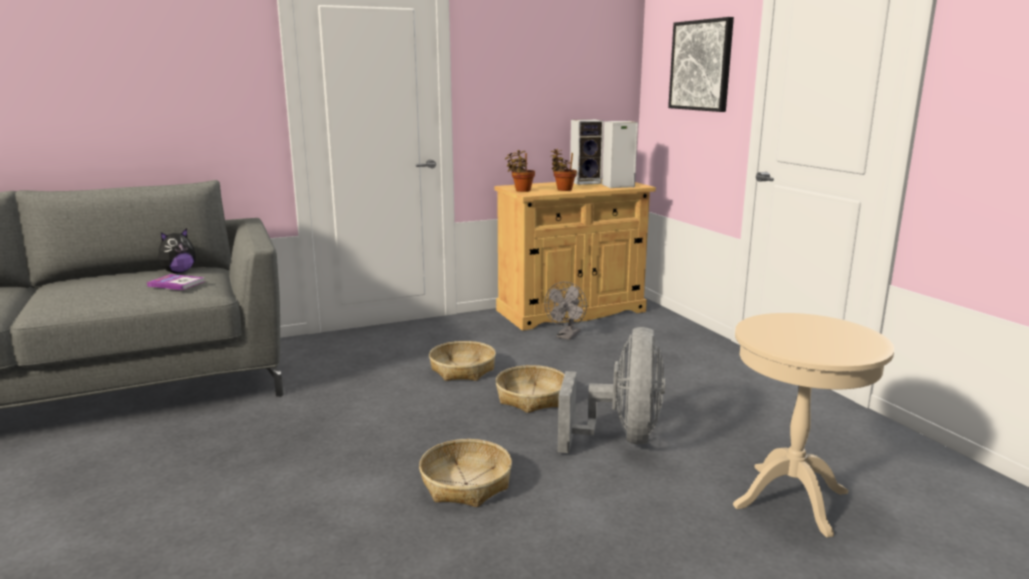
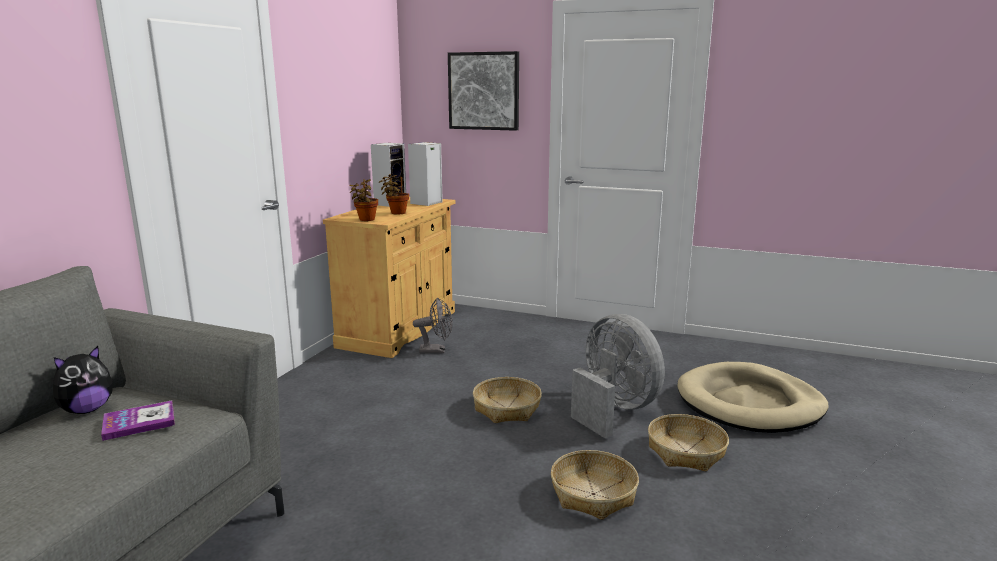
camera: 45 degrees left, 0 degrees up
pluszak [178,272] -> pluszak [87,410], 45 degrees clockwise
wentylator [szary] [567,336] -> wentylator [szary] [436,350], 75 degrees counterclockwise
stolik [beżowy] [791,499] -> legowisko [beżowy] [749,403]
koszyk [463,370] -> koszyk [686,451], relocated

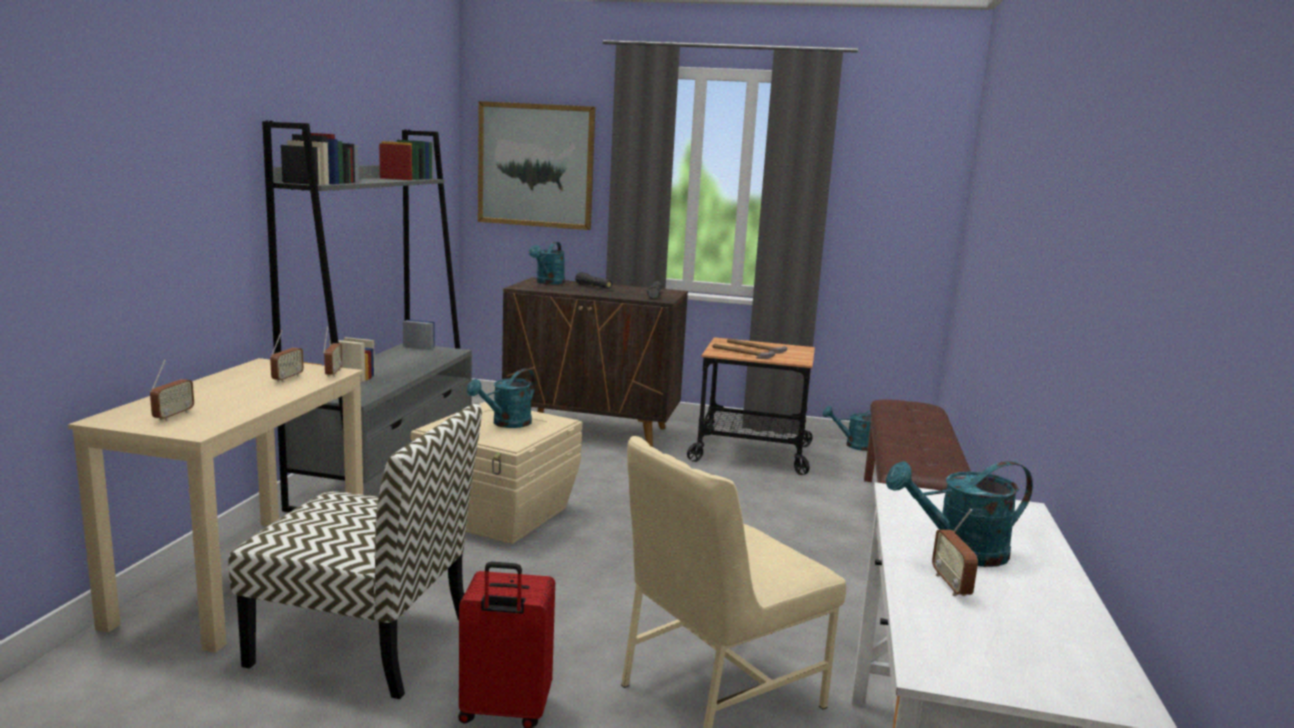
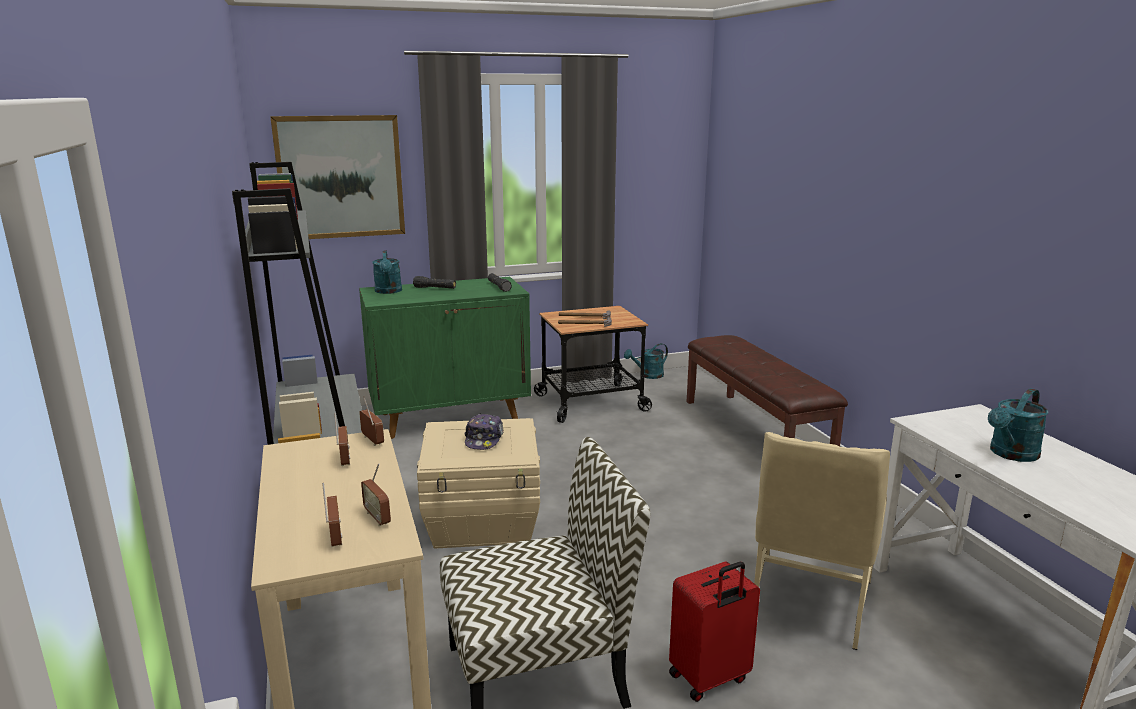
camera: 30 degrees left, 5 degrees up
szafka [brązowy] [593,430] -> szafka [zielony] [451,417]
konewka [turkusowy] [506,424] -> czapka z daszkiem [484,439]
radio [951,585] -> radio [377,518], relocated

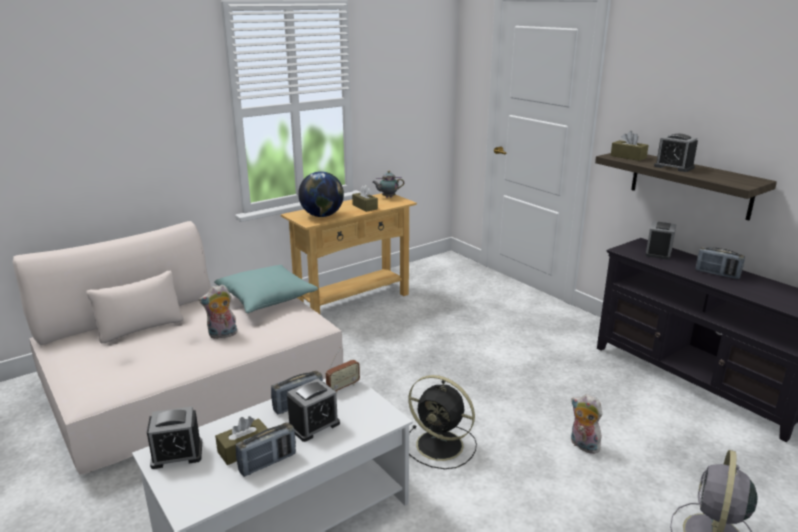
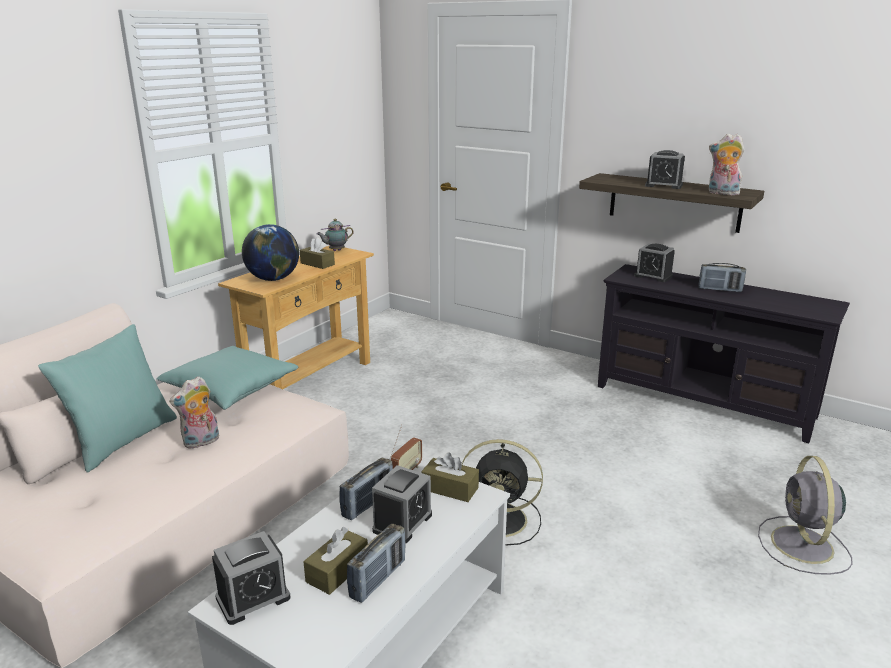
camera: 20 degrees left, 0 degrees up
pudełko chusteczek [brązowy] [628,157] -> pudełko chusteczek [brązowy] [450,488], relocated
budzik [658,252] -> budzik [653,276], 120 degrees clockwise
pluszak [582,445] -> pluszak [722,193], relocated
none -> poduszka [turkusowy] [122,440]

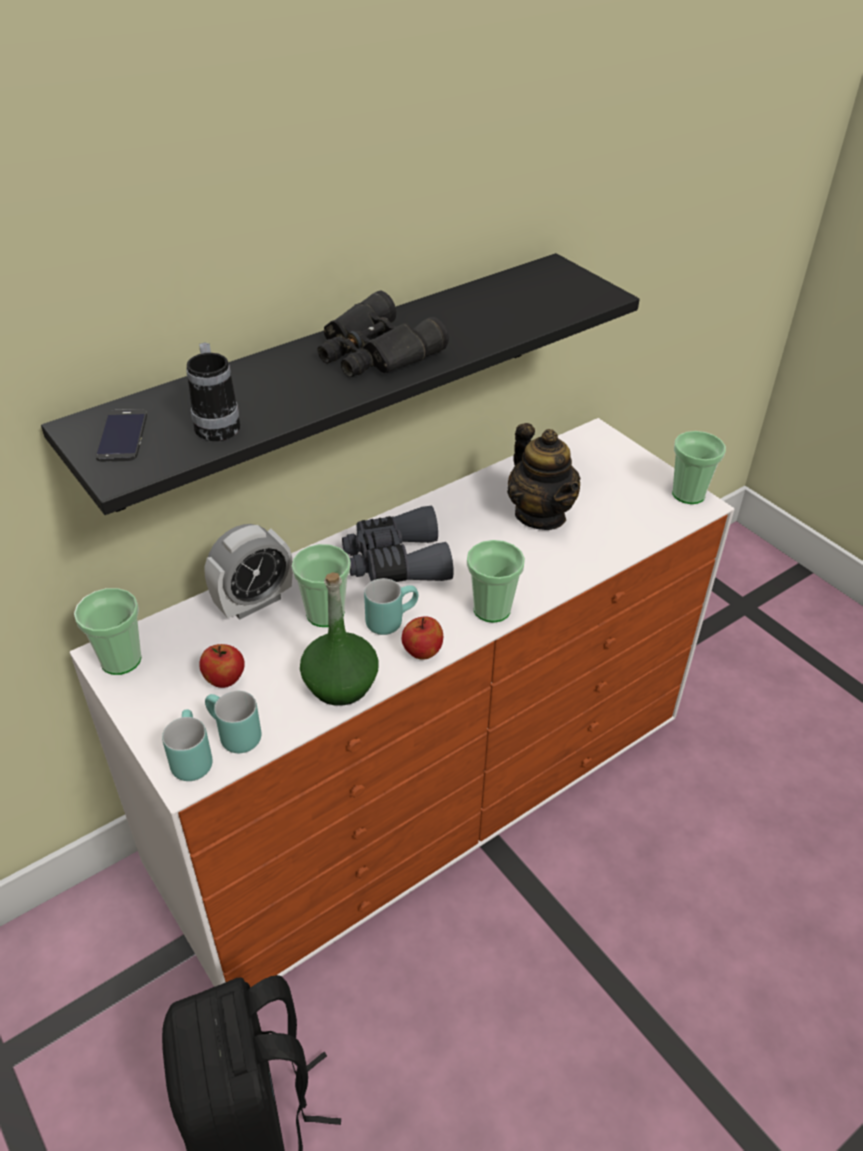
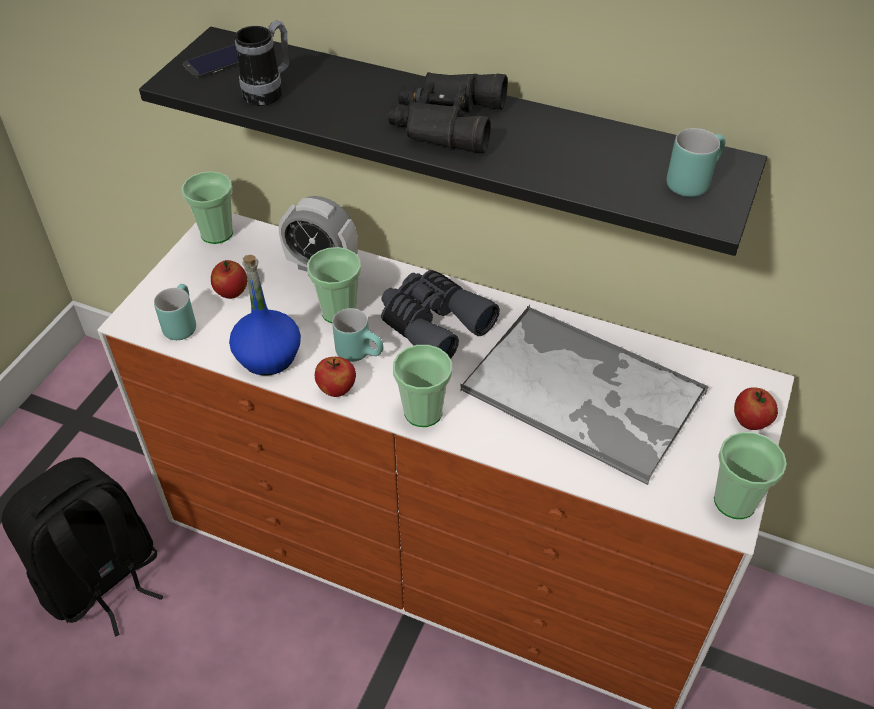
camera: 60 degrees right, 5 degrees up
imbryk [540,515] -> taca [584,393]
butelka [zielony] [340,684] -> butelka [niebieski] [268,356]
kubek [turkusowy] [189,758] -> kubek [turkusowy] [691,180], relocated
none -> jabłko [750,422]

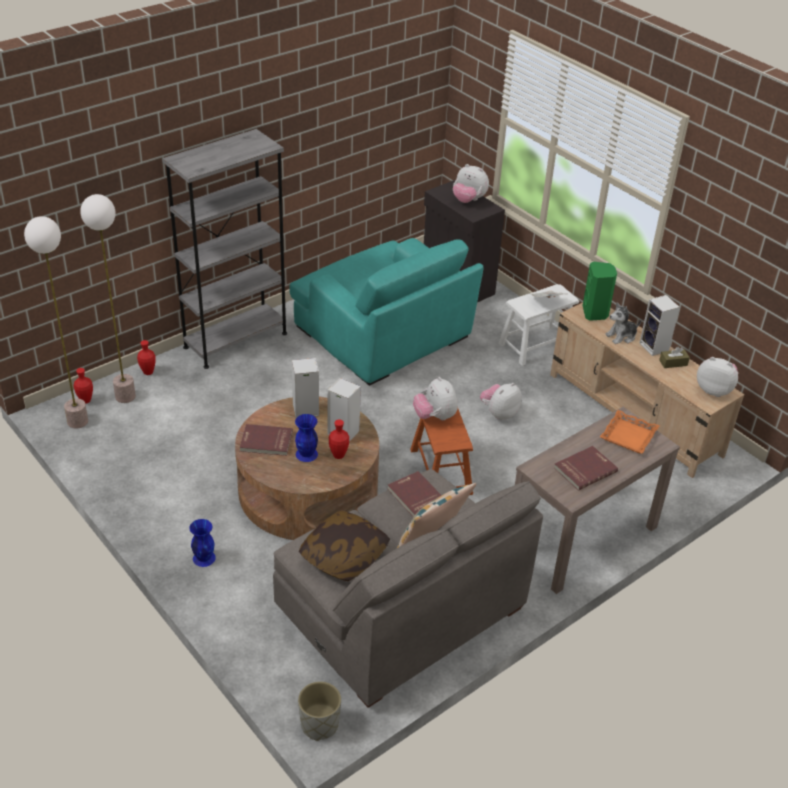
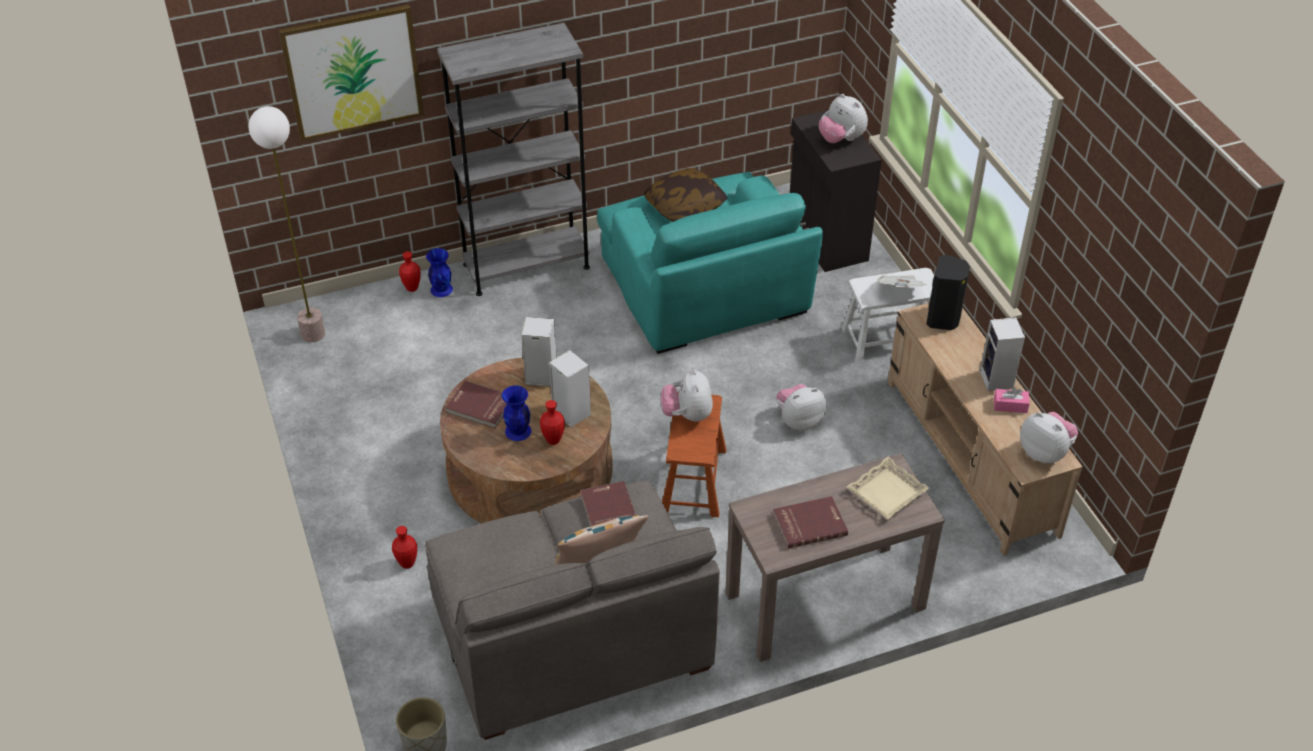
camera: 20 degrees right, 5 degrees up
lampa stojąca [125,396] -> none
głośnik [zielony] [595,313] -> głośnik [czarny] [943,319]
pluszak [621,336] -> none
pudełko chusteczek [brązowy] [673,363] -> pudełko chusteczek [różowy] [1010,405]
wazon [czerwony] [85,400] -> wazon [czerwony] [407,563], relocated
taca [pomarańczowy] [629,436] -> taca [beżowy] [887,493]
poduszka [344,556] -> poduszka [685,207], relocated
wazon [niebieski] [203,558] -> wazon [niebieski] [441,289], relocated
none -> obraz [353,72]

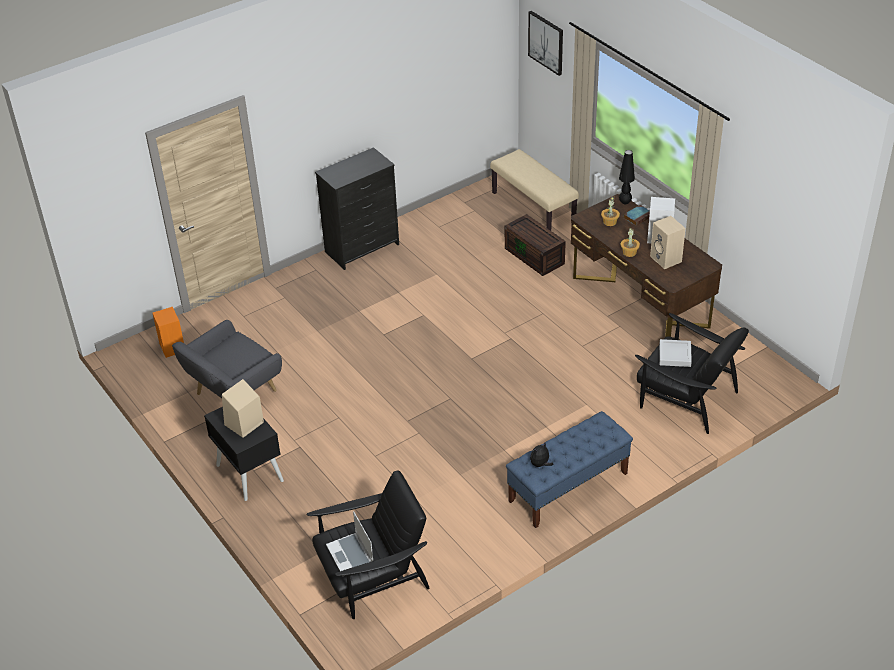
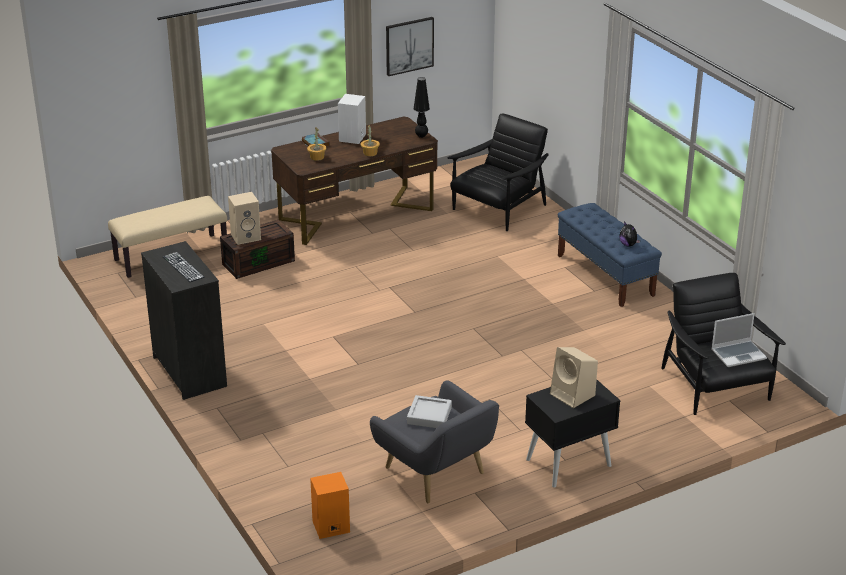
camera: 85 degrees left, 10 degrees down
obraz [546,42] -> obraz [409,45], relocated
lampa stołowa [czarny] [625,202] -> lampa stołowa [czarny] [421,136], relocated
głośnik [beżowy] [666,259] -> głośnik [beżowy] [246,236], relocated
taca [szary] [675,355] -> taca [szary] [429,415], relocated
none -> klawiatura [183,267]

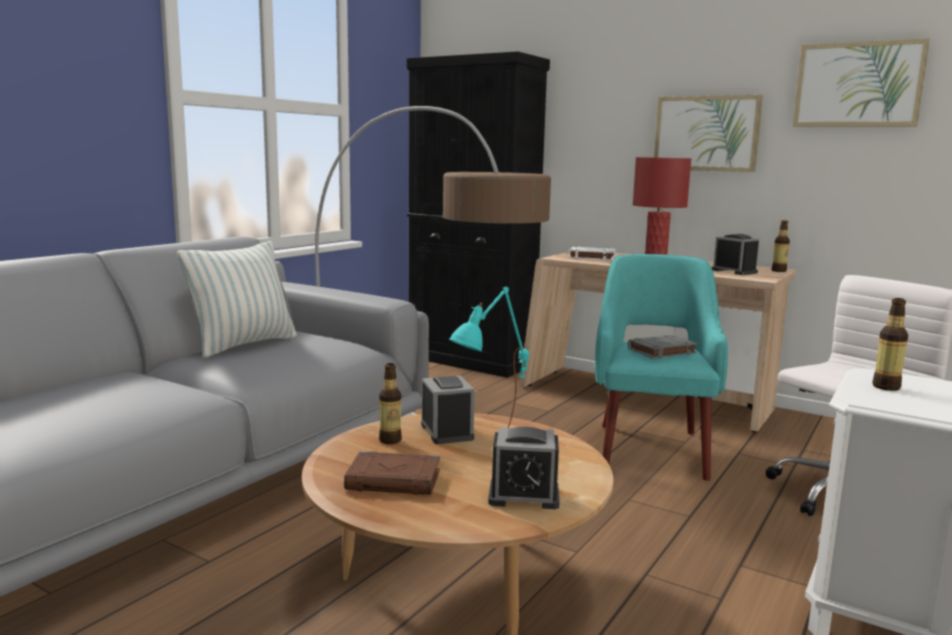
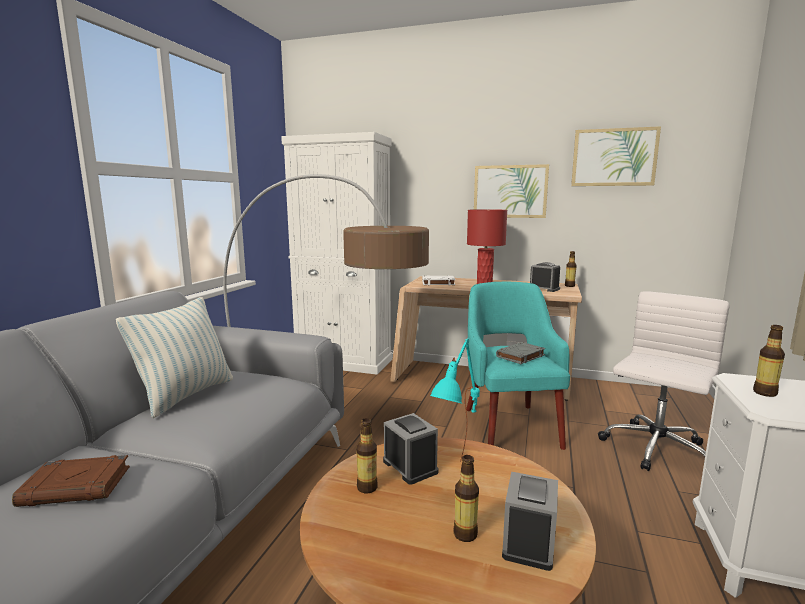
camera: 15 degrees left, 0 degrees up
szafka [czarny] [471,360] -> szafka [biały] [344,362]
budzik [523,496] -> budzik [529,541], 60 degrees counterclockwise
książka [brązowy] [394,480] -> książka [brązowy] [77,486], relocated
none -> butelka [465,534]

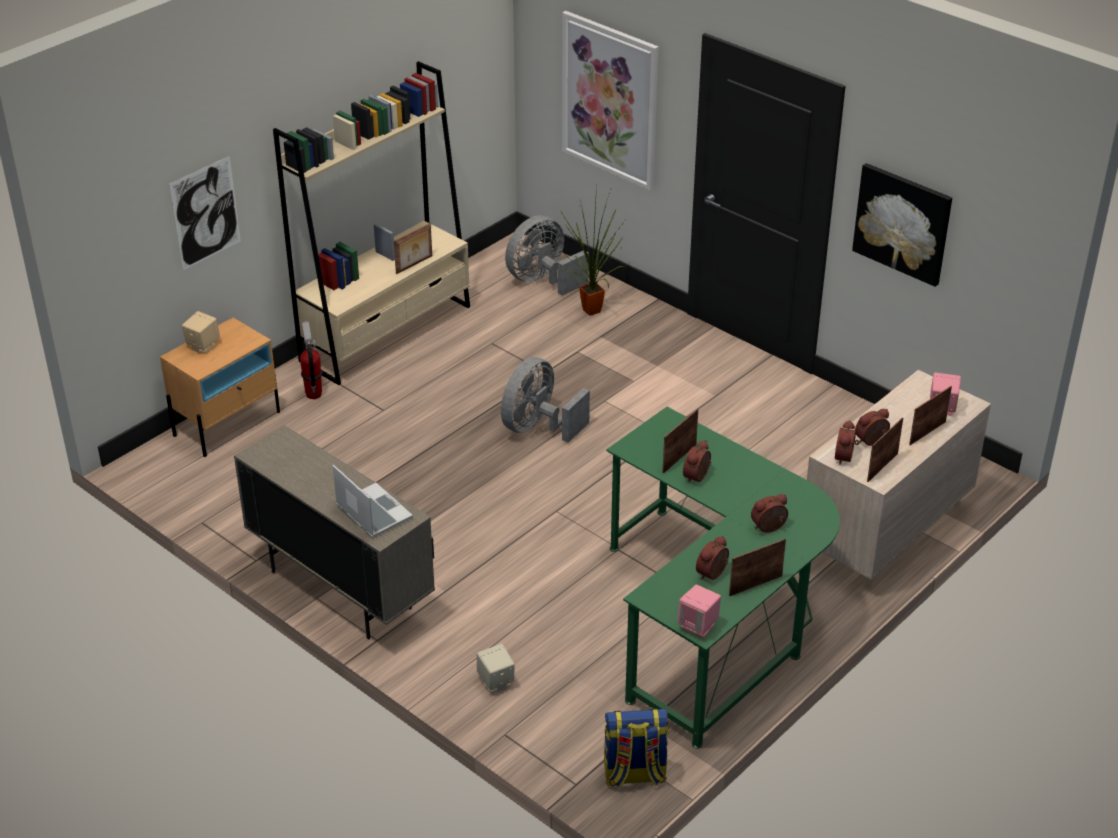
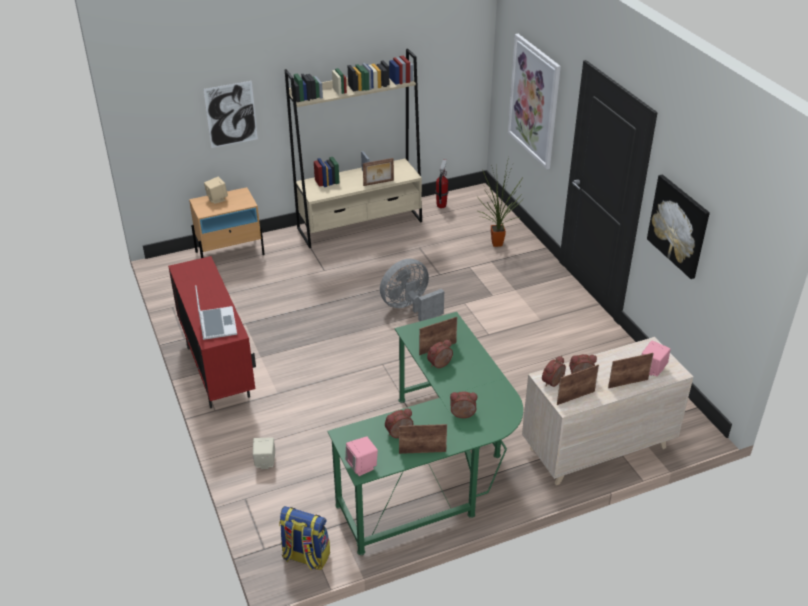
camera: 25 degrees right, 0 degrees up
wentylator [szary] [543,280] -> none
gaśnica [313,394] -> gaśnica [441,205], relocated
szafka [beżowy] [340,590] -> szafka [czerwony] [217,372]

